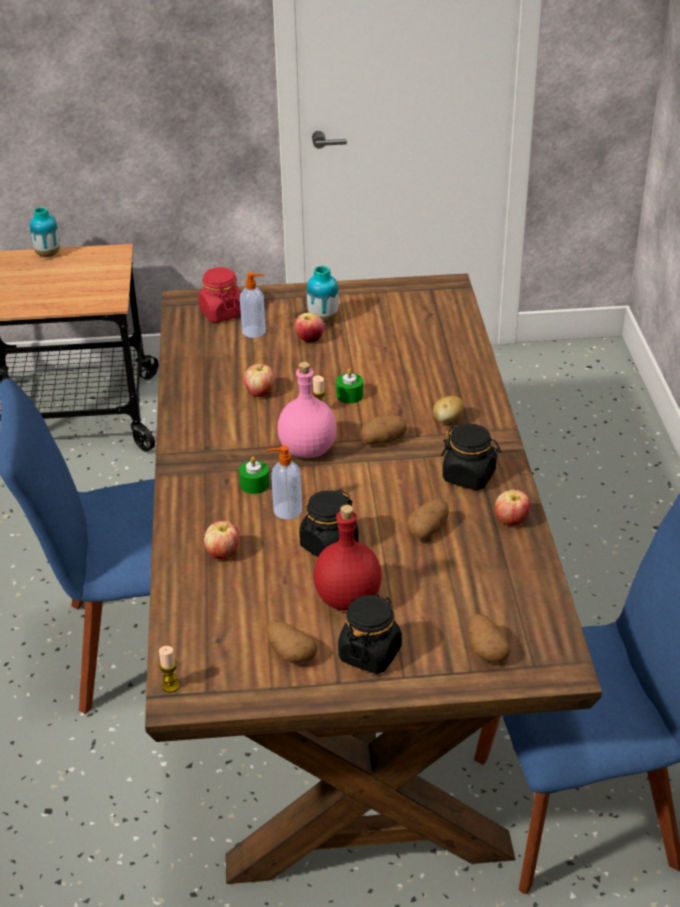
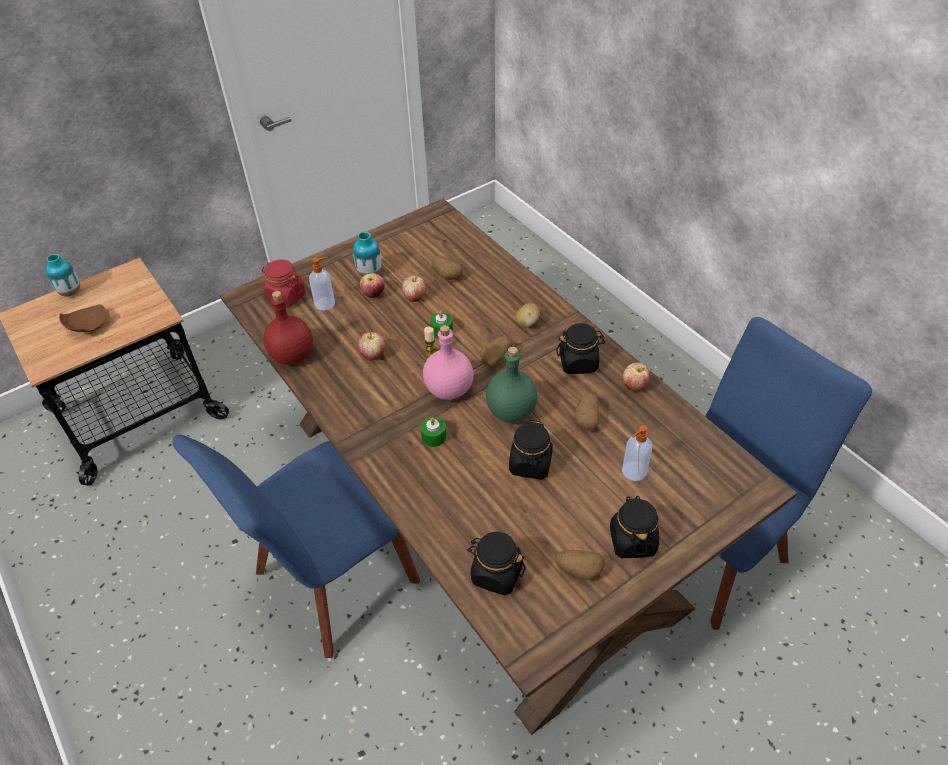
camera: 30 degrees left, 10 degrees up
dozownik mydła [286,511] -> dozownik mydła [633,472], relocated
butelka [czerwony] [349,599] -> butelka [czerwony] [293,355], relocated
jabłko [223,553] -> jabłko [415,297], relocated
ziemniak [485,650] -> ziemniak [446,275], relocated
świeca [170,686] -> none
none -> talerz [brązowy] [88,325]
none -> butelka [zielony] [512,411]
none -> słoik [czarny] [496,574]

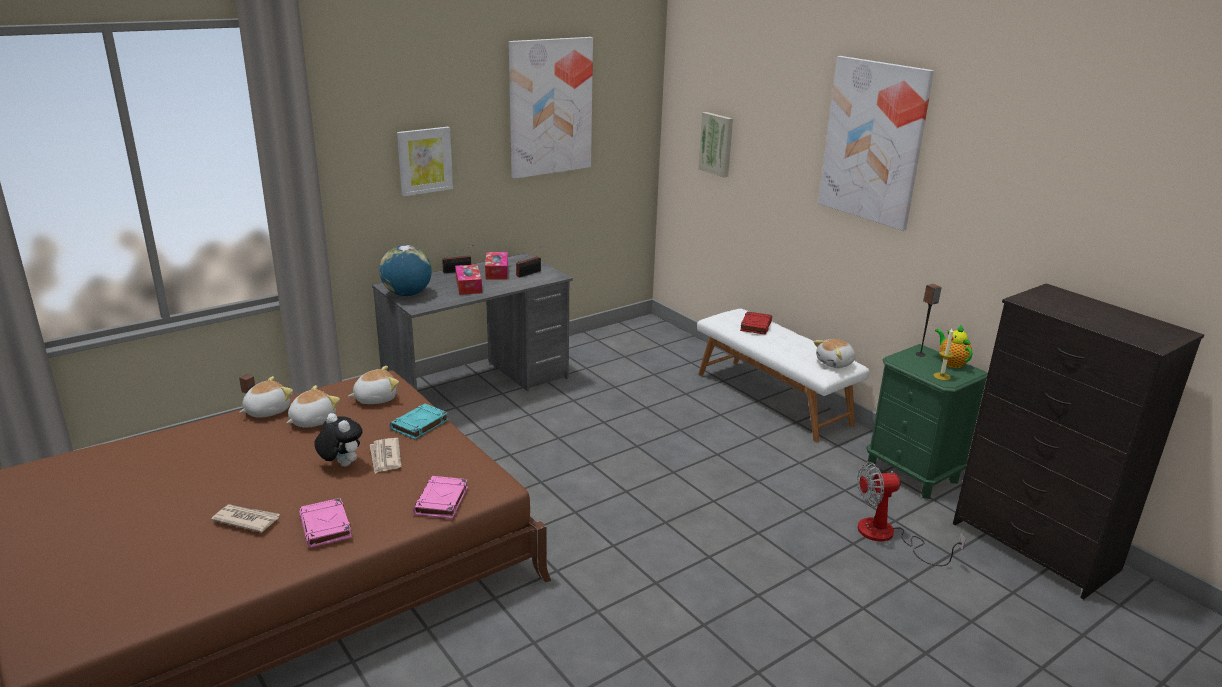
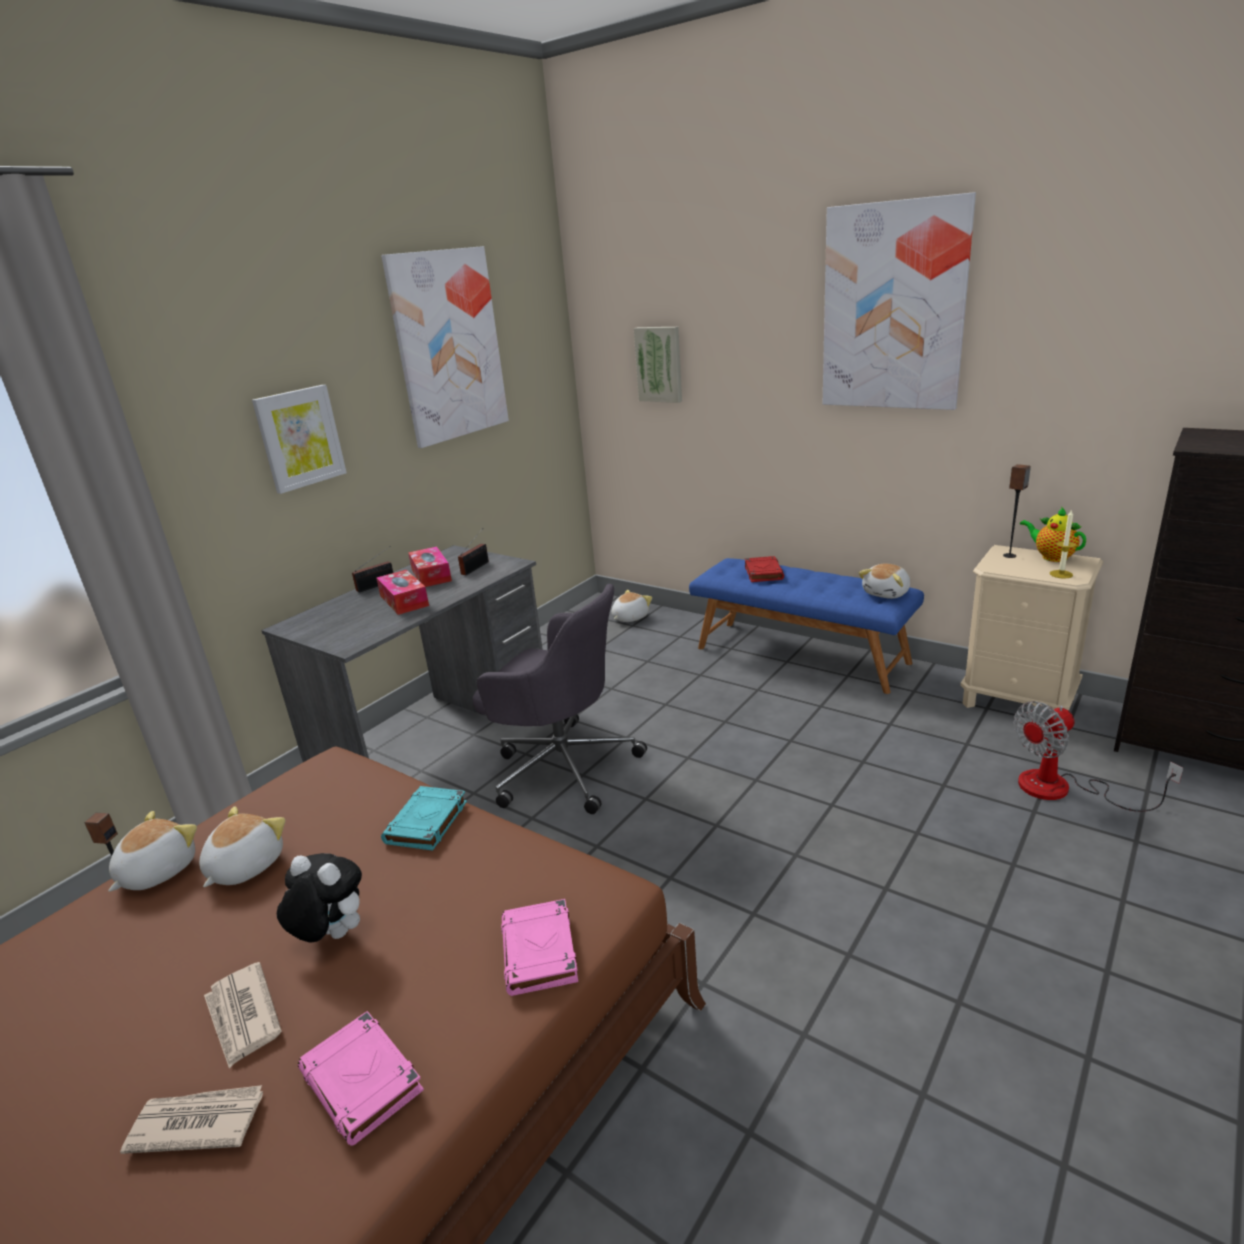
camera: 15 degrees left, 0 degrees up
globus [407,294] -> none
ławka [biały] [773,398] -> ławka [niebieski] [801,654]
szafka nocna [zielony] [912,473] -> szafka nocna [beżowy] [1018,701]
pluszak [375,398] -> pluszak [629,617], relocated
gazeta [385,457] -> gazeta [243,1017], relocated
none -> krzesło biurowe [szary] [562,766]

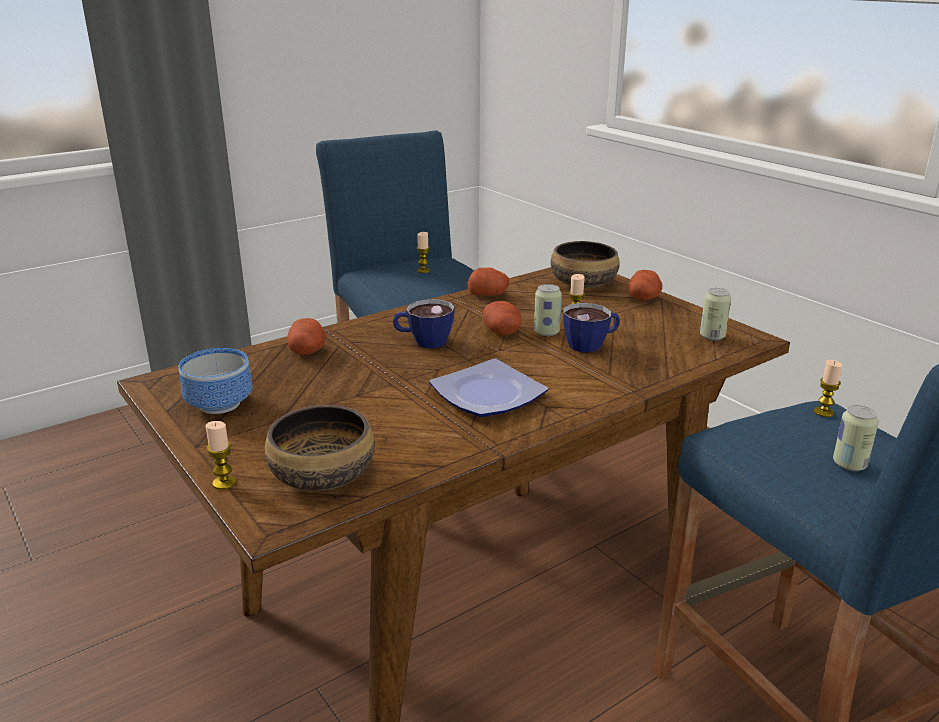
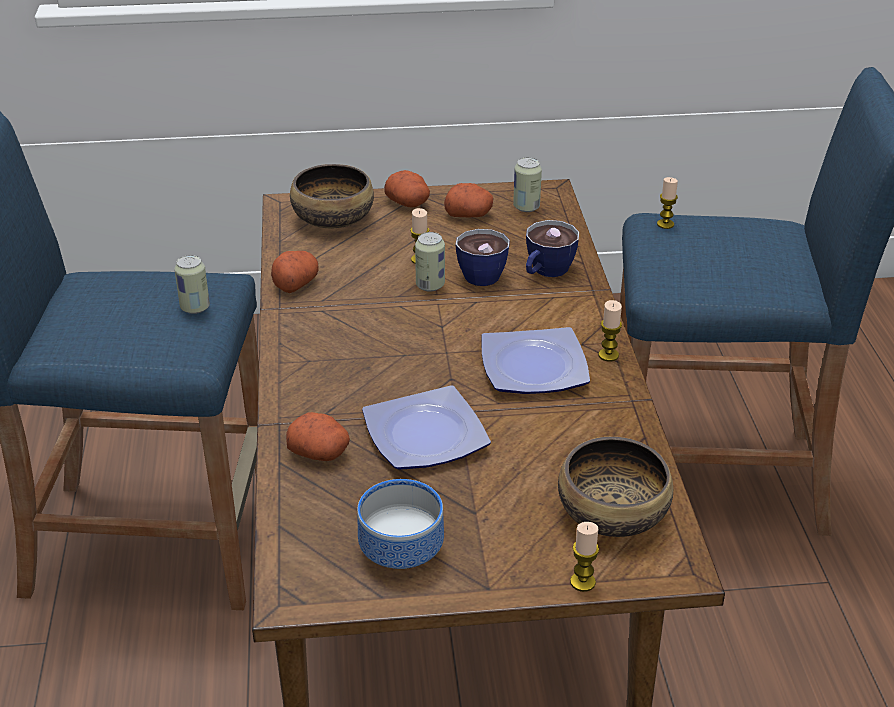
camera: 60 degrees left, 10 degrees up
świeca [423,270] -> świeca [608,355], relocated
filiżanka [423,341] -> filiżanka [545,272], relocated
ziemniak [503,332] -> ziemniak [469,214], relocated
puszka [849,464] -> puszka [195,308], relocated
none -> talerz [428,436]

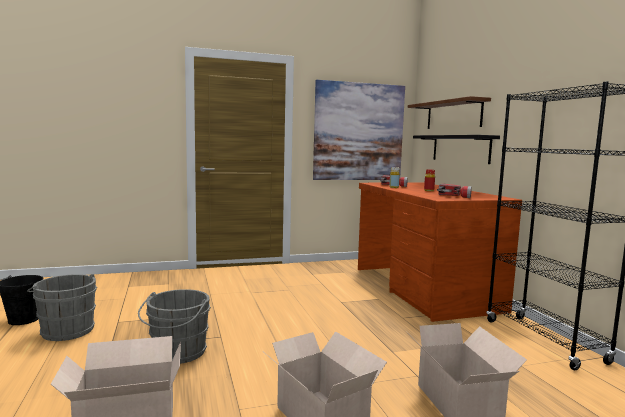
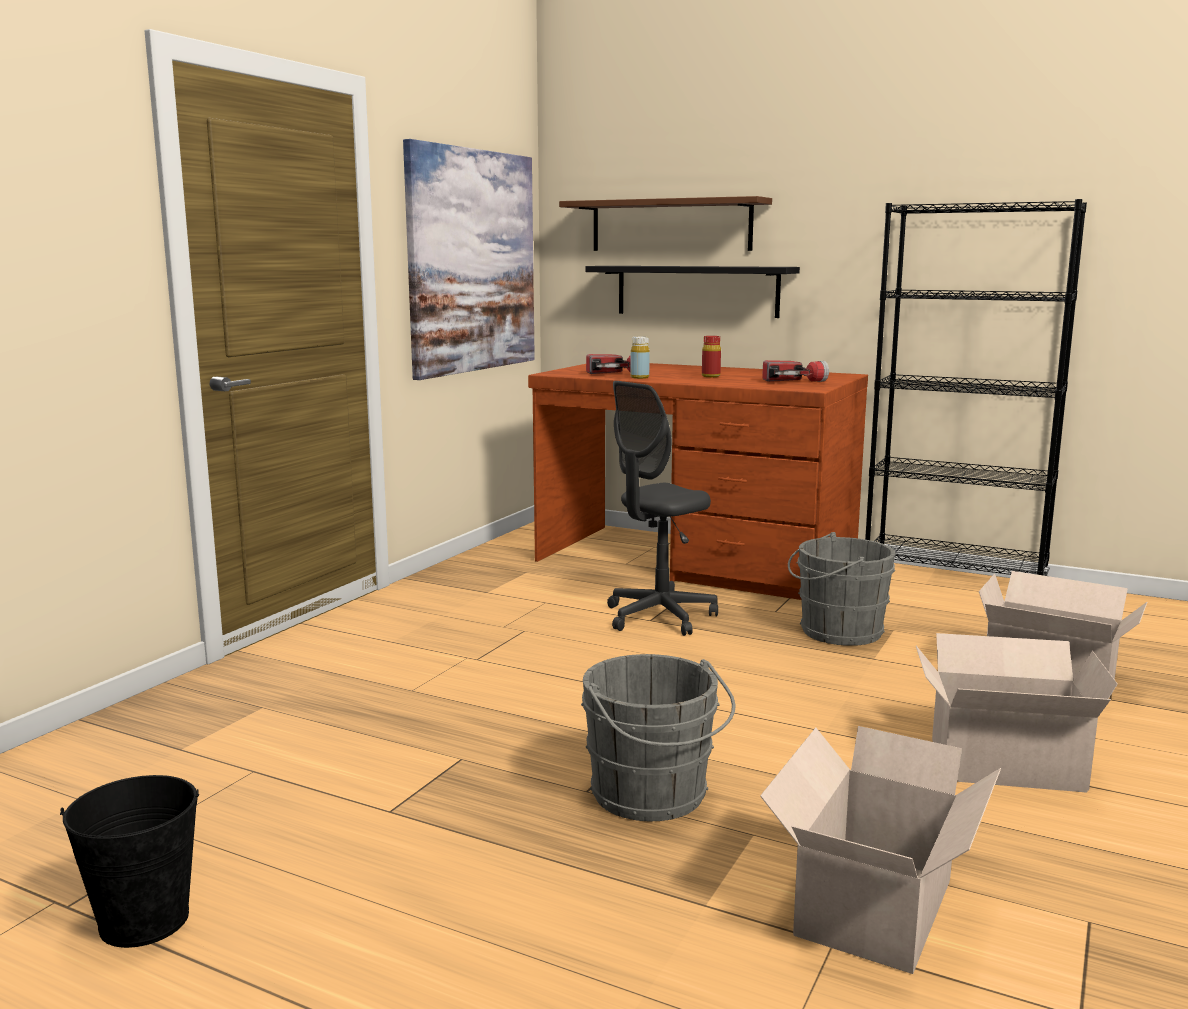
camera: 45 degrees left, 5 degrees up
wiadro [szary] [66,330] -> wiadro [szary] [836,632], relocated
none -> krzesło biurowe [szary] [659,617]

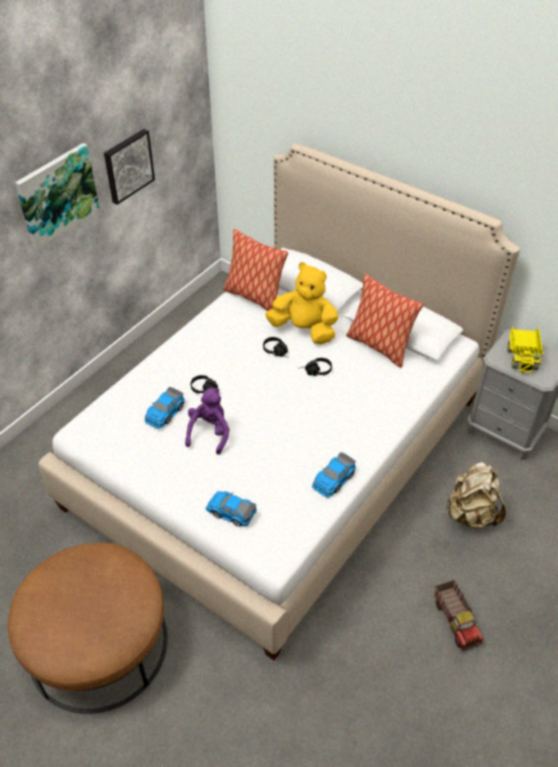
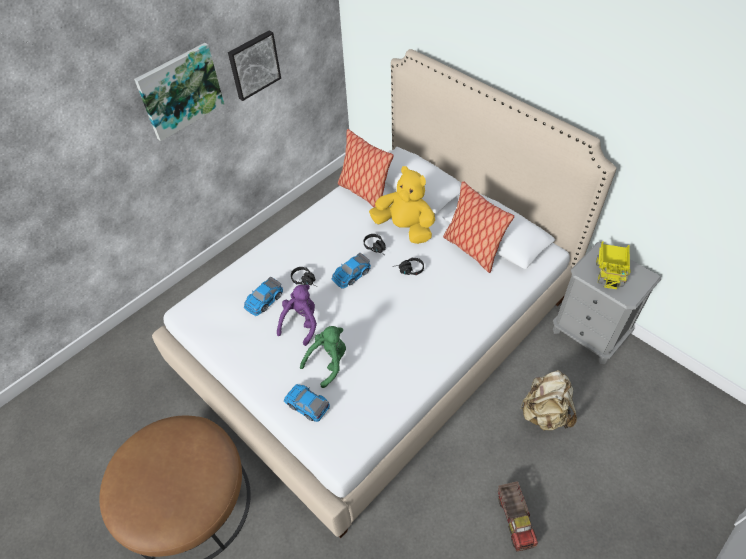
camera: 10 degrees right, 5 degrees up
samochodzik [333,479] -> samochodzik [351,274], relocated
none -> pluszak [zielony] [328,362]

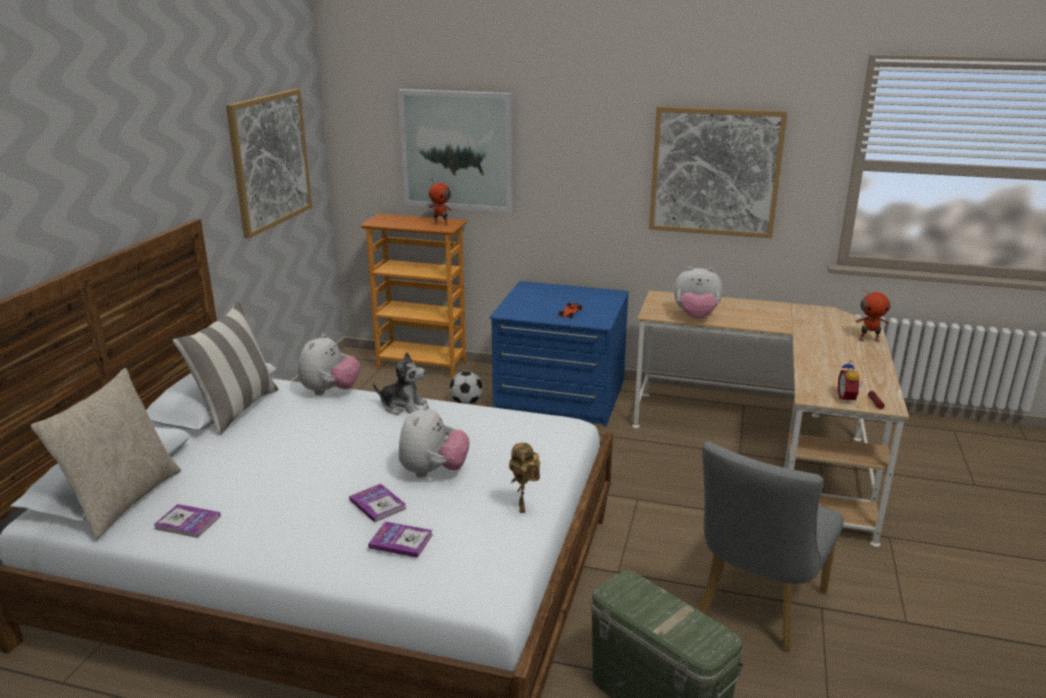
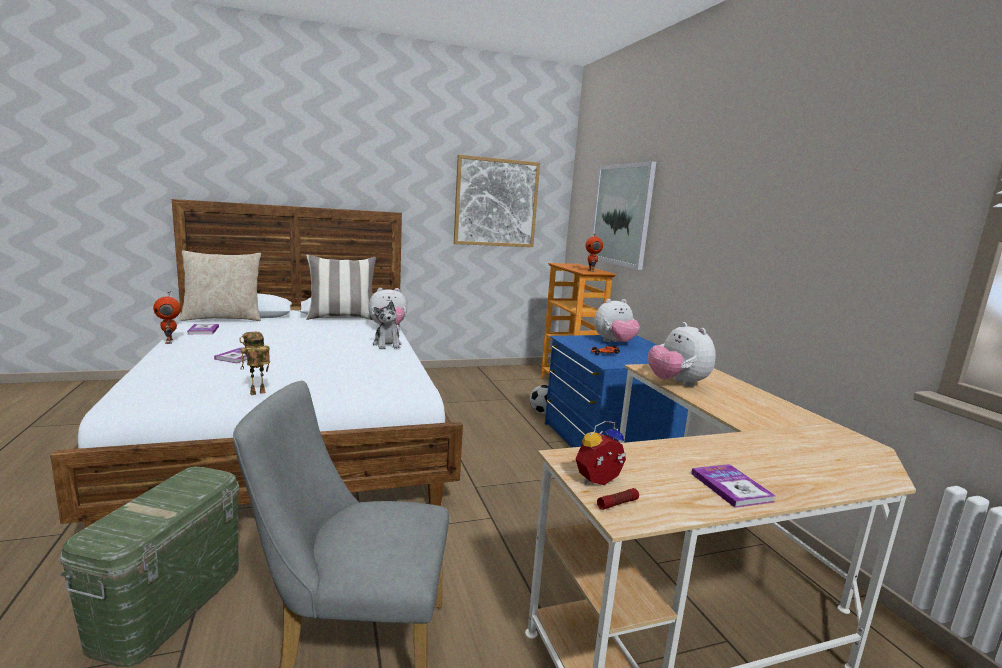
camera: 55 degrees right, 10 degrees down
obraz [715,172] -> none
robot zabawkowy [869,340] -> robot zabawkowy [170,341], relocated
pluszak [433,472] -> pluszak [614,342], relocated
książka [401,541] -> książka [731,487], relocated

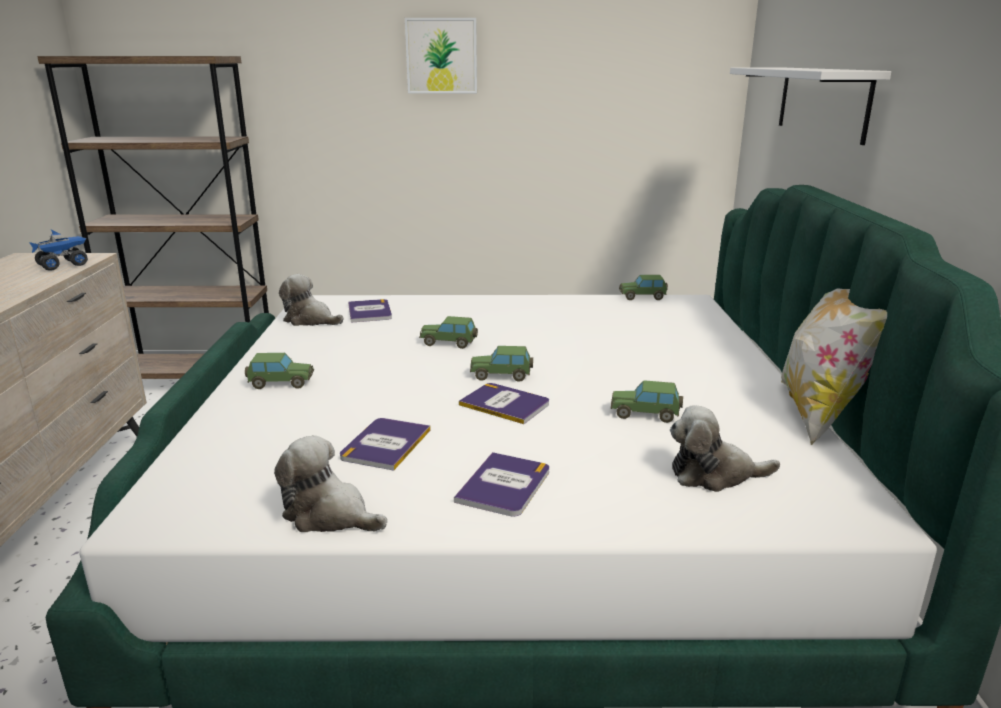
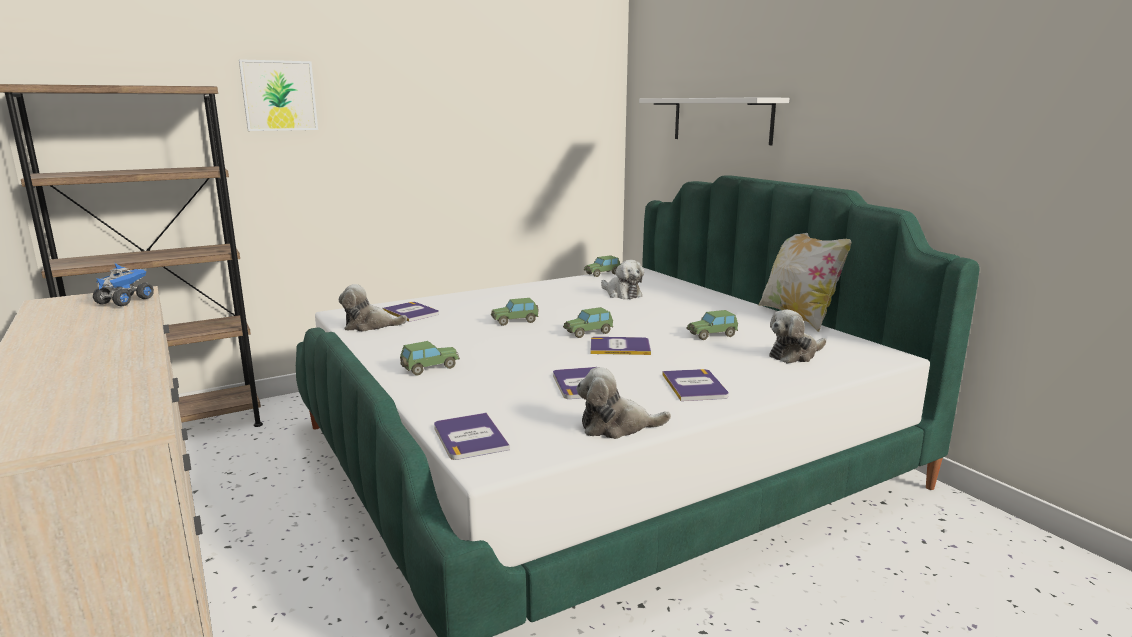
camera: 30 degrees left, 5 degrees down
obraz [441,56] -> obraz [279,95], relocated
none -> pluszak [621,294]
none -> książka [470,437]

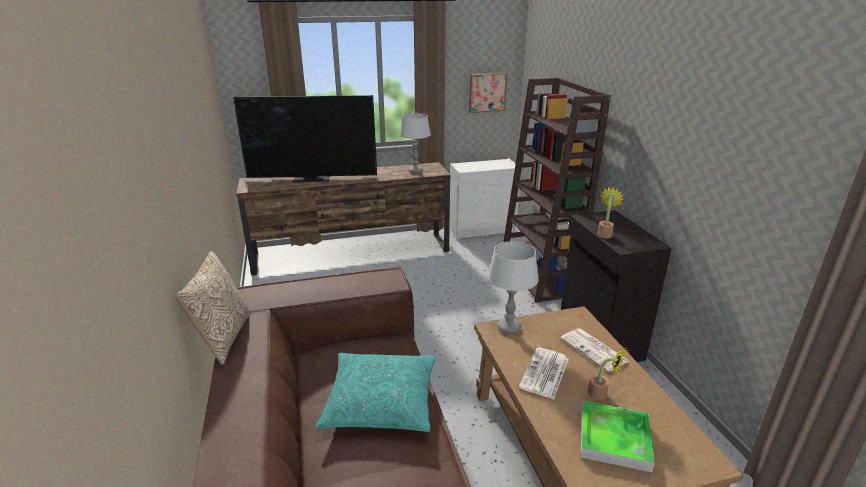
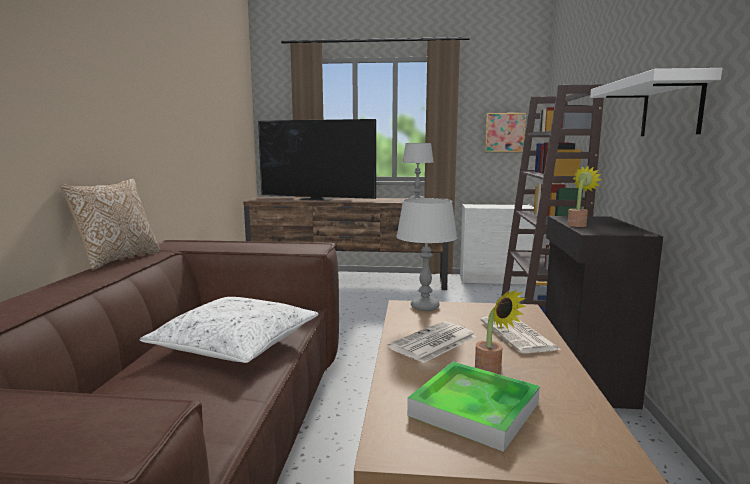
camera: 20 degrees right, 15 degrees down
poduszka [turkusowy] [381,401] -> poduszka [biały] [236,344]
none -> półka [biały] [671,107]

